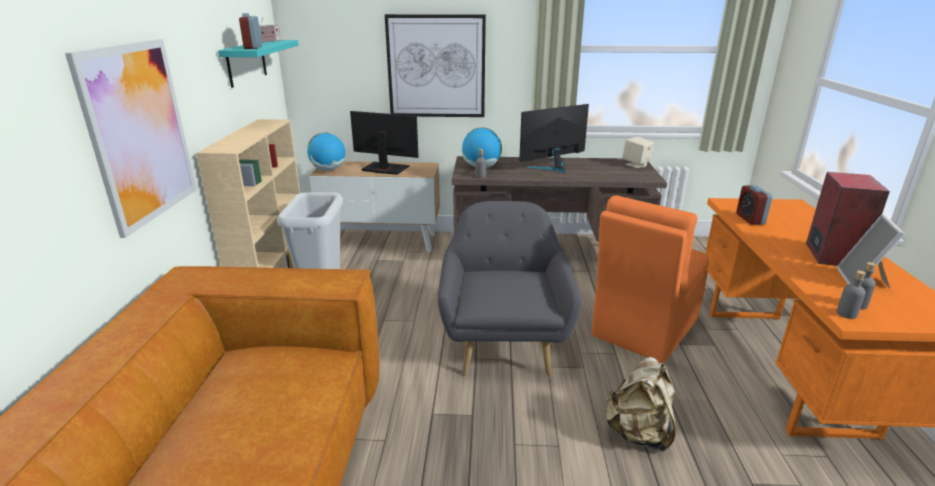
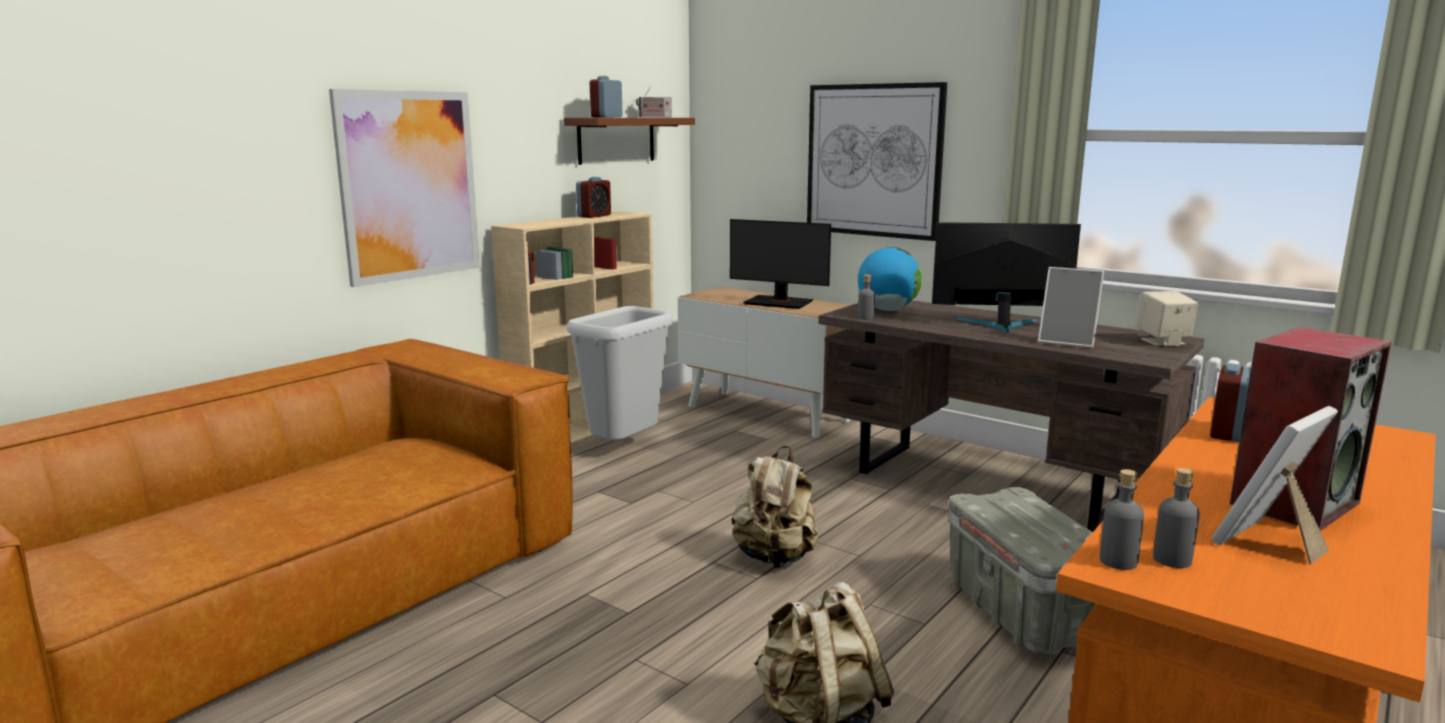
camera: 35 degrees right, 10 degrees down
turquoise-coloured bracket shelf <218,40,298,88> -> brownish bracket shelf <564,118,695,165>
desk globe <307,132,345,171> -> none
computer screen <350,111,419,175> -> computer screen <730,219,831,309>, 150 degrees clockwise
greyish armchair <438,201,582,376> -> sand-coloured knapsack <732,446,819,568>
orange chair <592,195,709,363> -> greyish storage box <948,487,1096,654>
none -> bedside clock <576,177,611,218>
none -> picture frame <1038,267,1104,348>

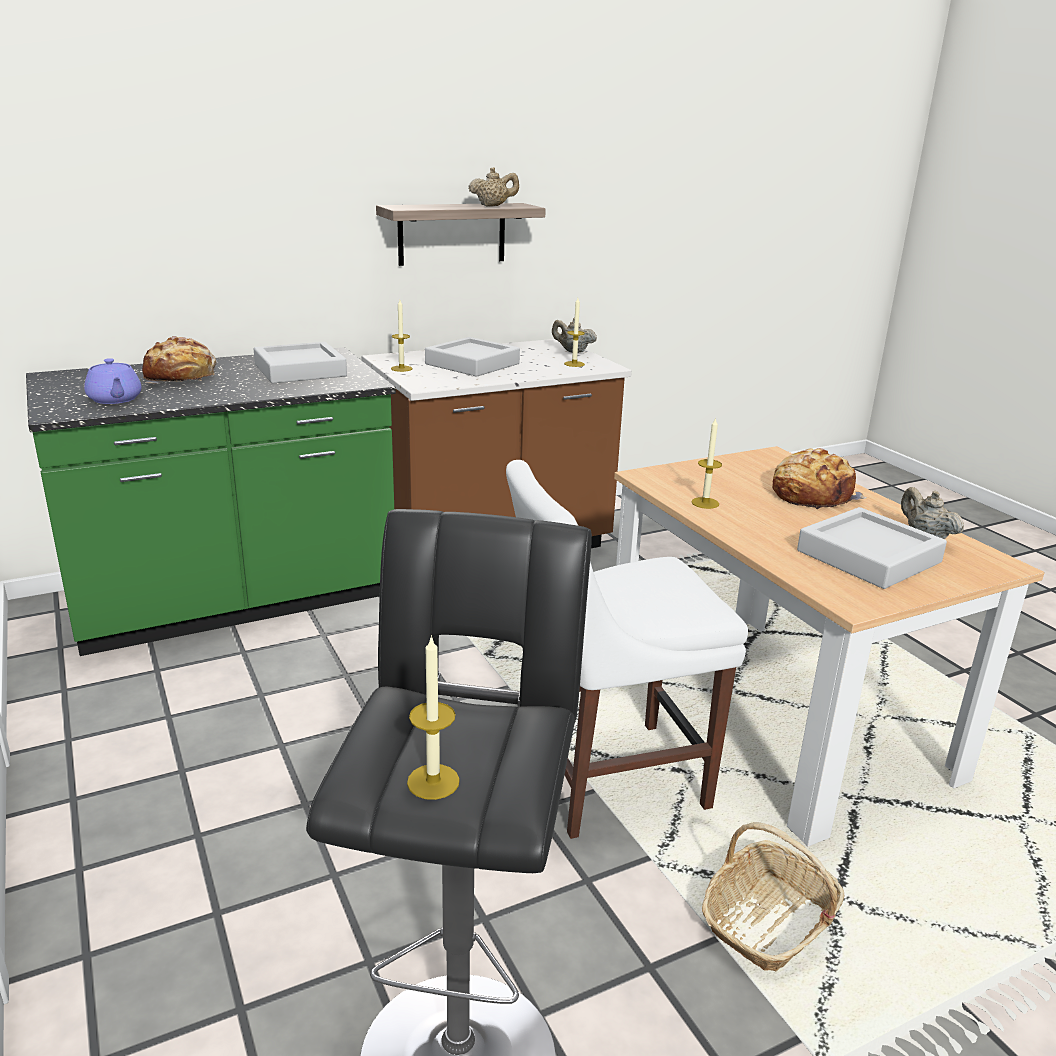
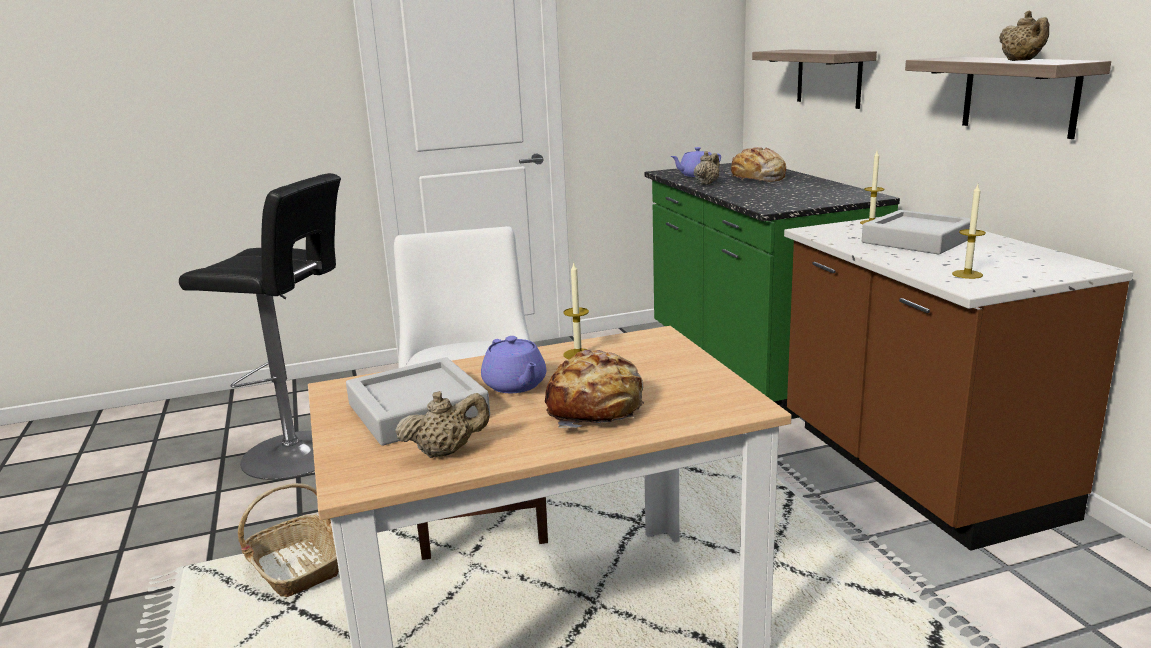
camera: 100 degrees right, 5 degrees down
greyish tray <254,342,347,383> -> none
candle <407,635,460,800> -> none
sand-coloured pot for tea <552,318,597,353> -> sand-coloured pot for tea <694,151,720,185>, shifted
none -> purple pot for tea <481,336,546,393>
none -> bracket shelf <752,49,877,109>

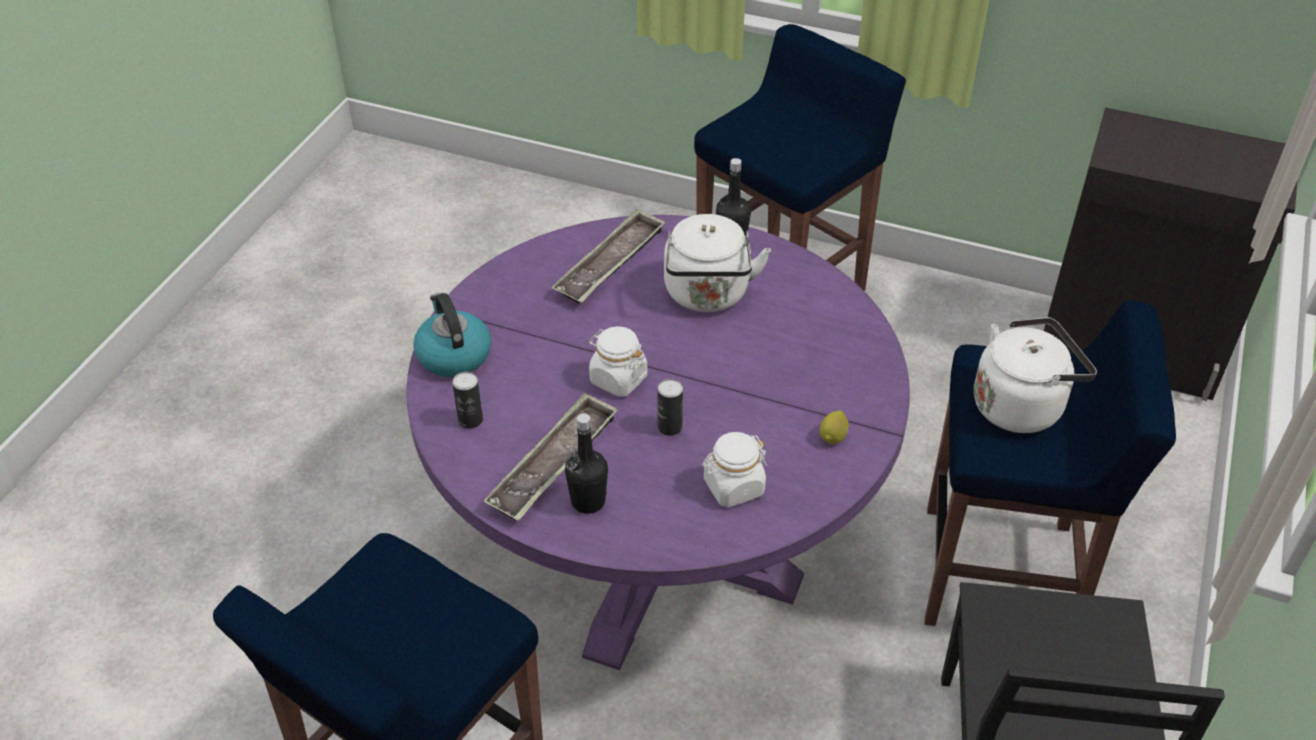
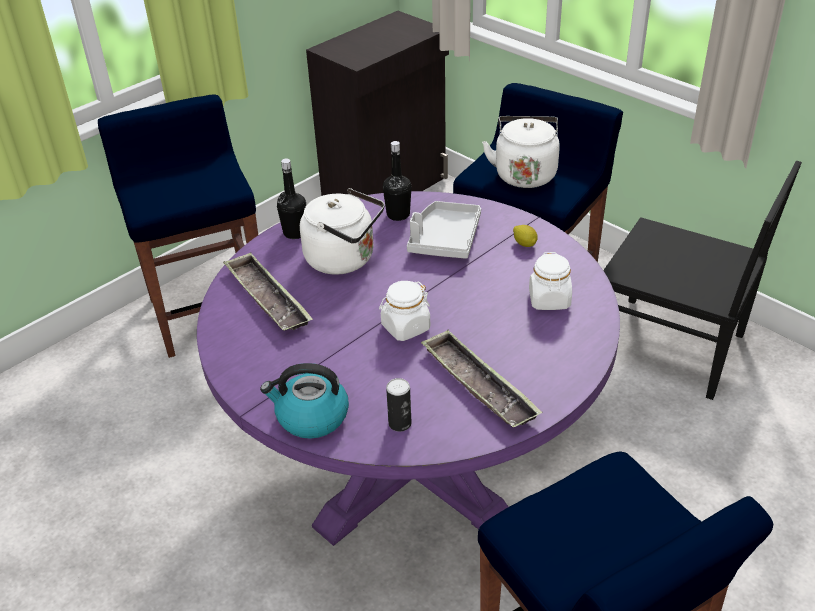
camera: 65 degrees left, 5 degrees down
blackish beverage bottle <565,413,608,514> -> blackish beverage bottle <383,141,412,221>, shifted
metal can <657,379,683,436> -> none
none -> greyish tray <407,201,481,259>

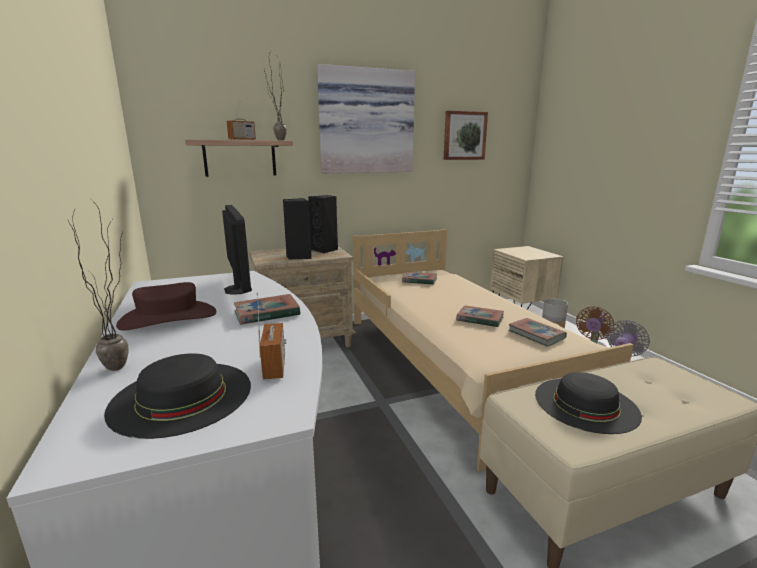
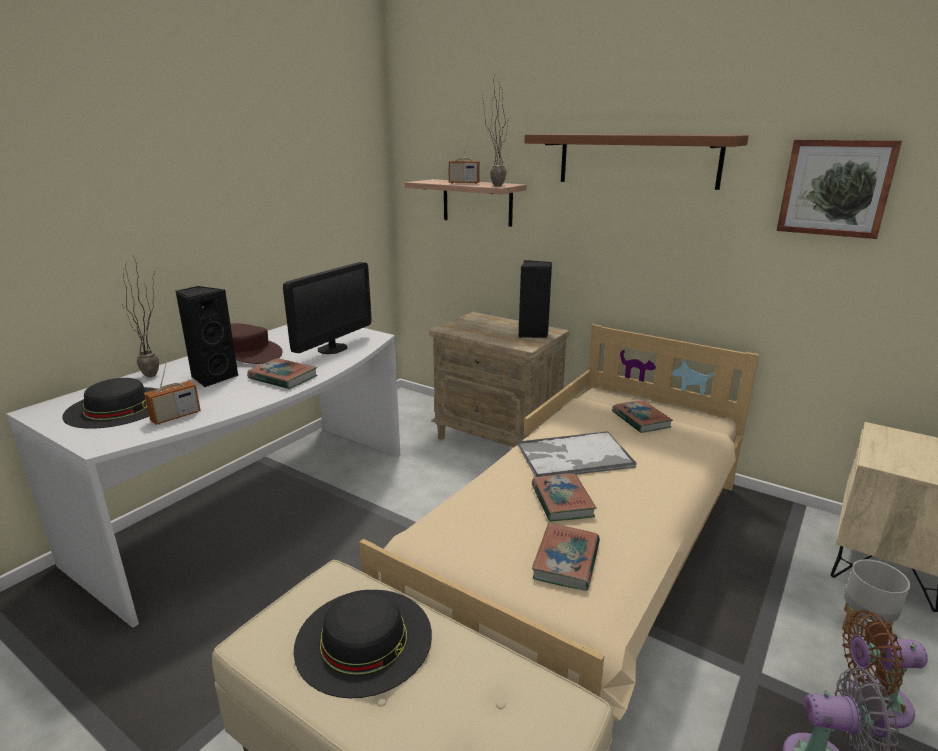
camera: 55 degrees right, 5 degrees up
blackish speaker <283,198,312,259> -> blackish speaker <175,286,238,388>, shifted
picture <317,64,415,173> -> brownish bracket shelf <524,134,749,190>
none -> tray <517,431,637,477>

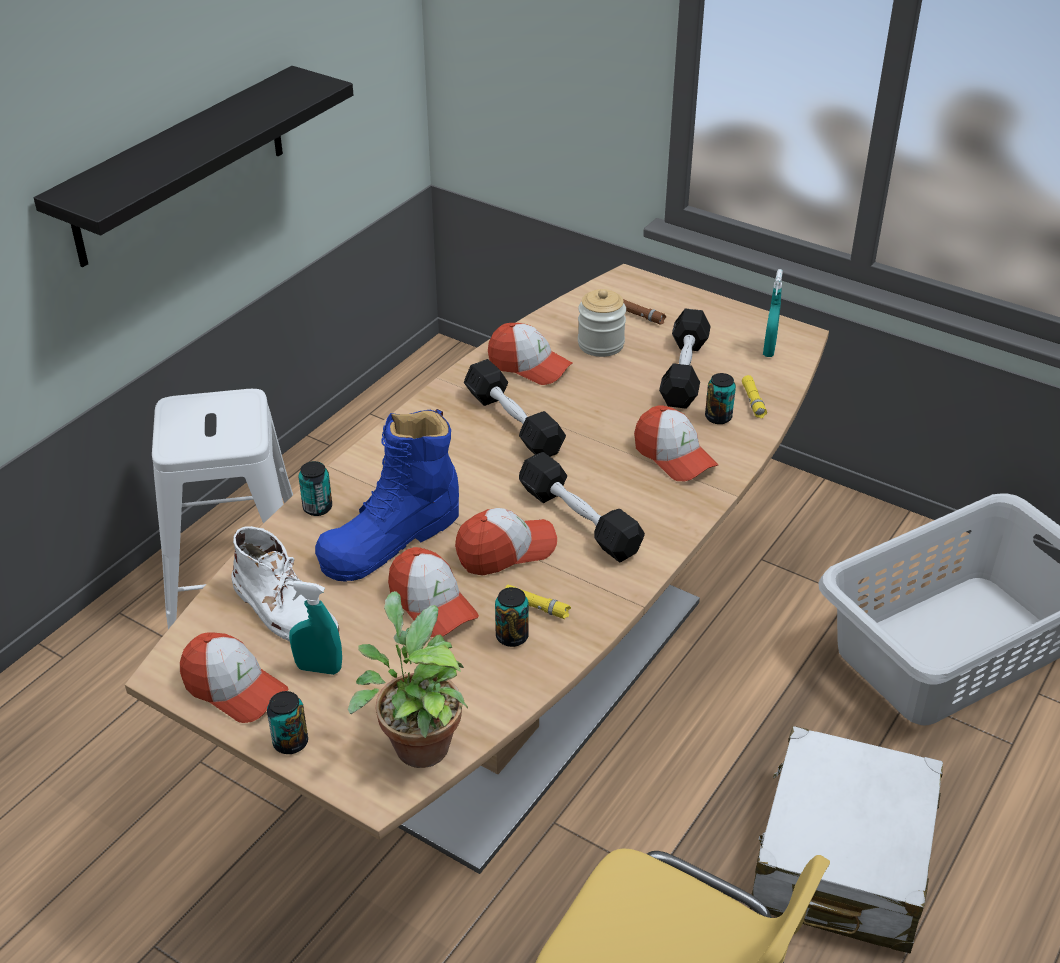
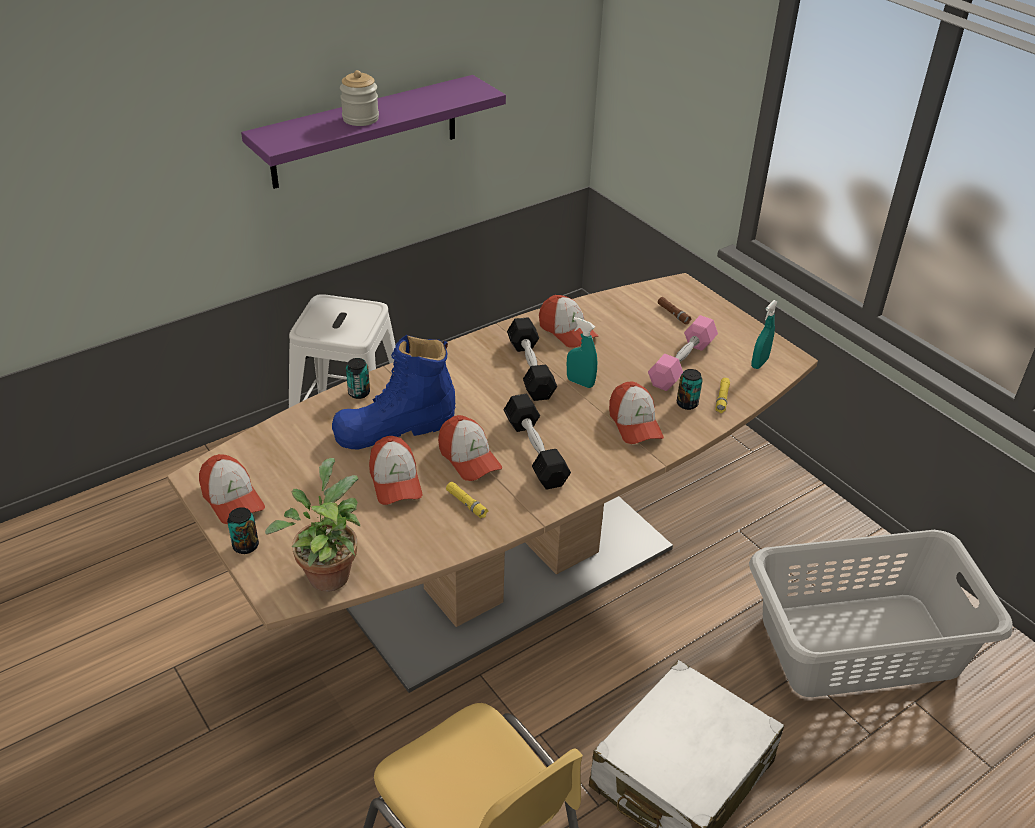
camera: 20 degrees right, 0 degrees up
blackish bracket shelf <34,66,353,267> -> purple bracket shelf <241,75,506,189>
white tall boot <231,526,339,642> -> none
turquoise-coloured hand sprayer <287,581,342,675> -> turquoise-coloured hand sprayer <567,317,597,388>, shifted
peaked cap <455,508,557,576> -> peaked cap <438,415,502,481>, 60 degrees clockwise
metal can <495,587,529,647> -> none
storage jar <578,289,626,357> -> storage jar <340,70,379,126>, shifted
blackish free weight <659,309,711,409> -> pink free weight <648,315,718,391>

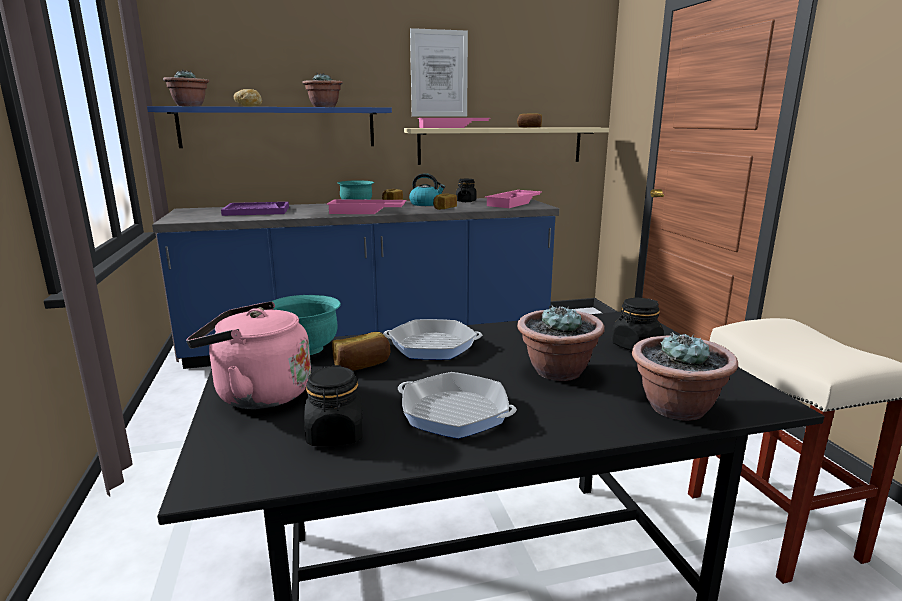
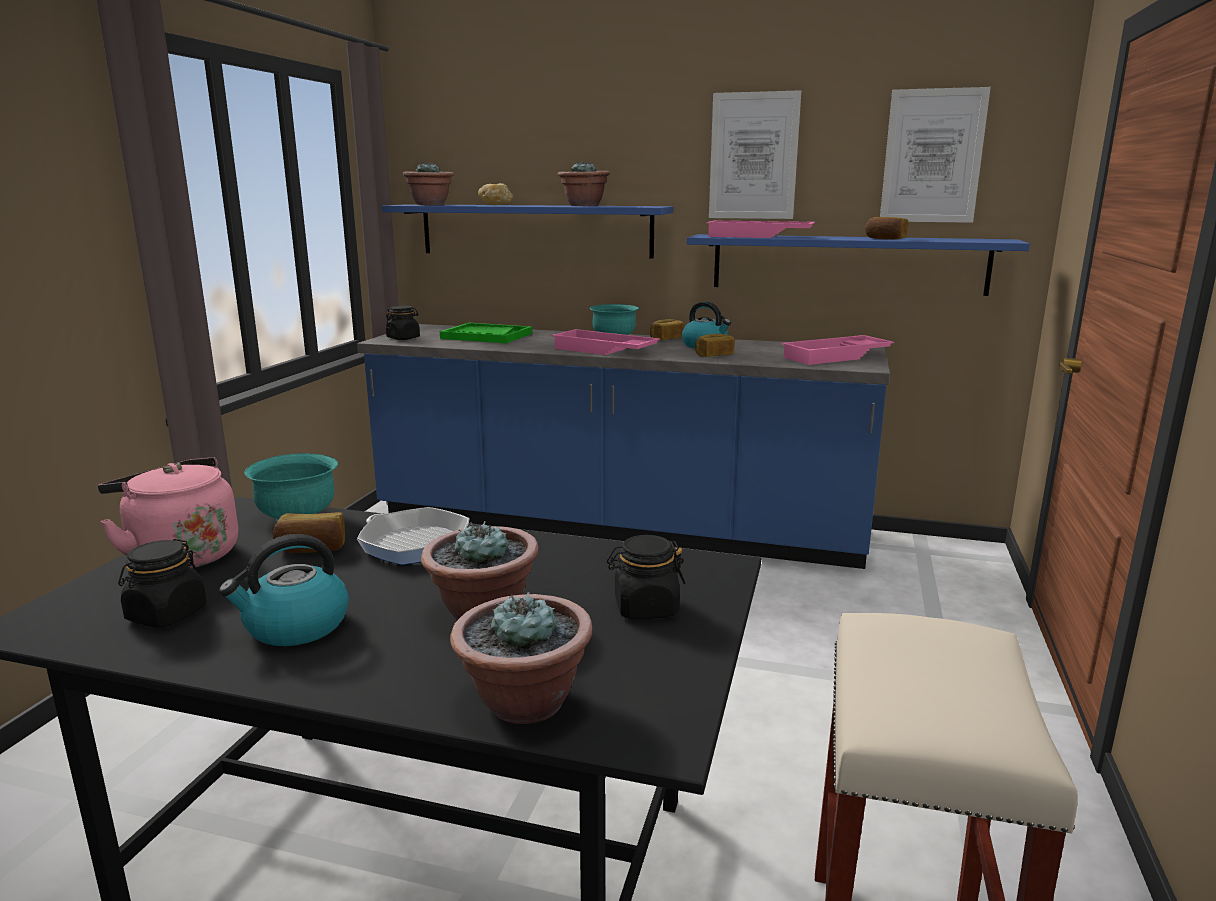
camera: 30 degrees right, 0 degrees up
purple tray <221,202,289,216> -> green tray <440,323,532,343>
skillet <398,372,517,439> -> tea kettle <219,534,349,646>
sand-coloured bracket shelf <404,127,609,165> -> blue-coloured bracket shelf <687,234,1030,296>
blackish storage jar <456,179,477,202> -> blackish storage jar <386,306,420,340>, shifted
none -> picture <880,87,991,223>

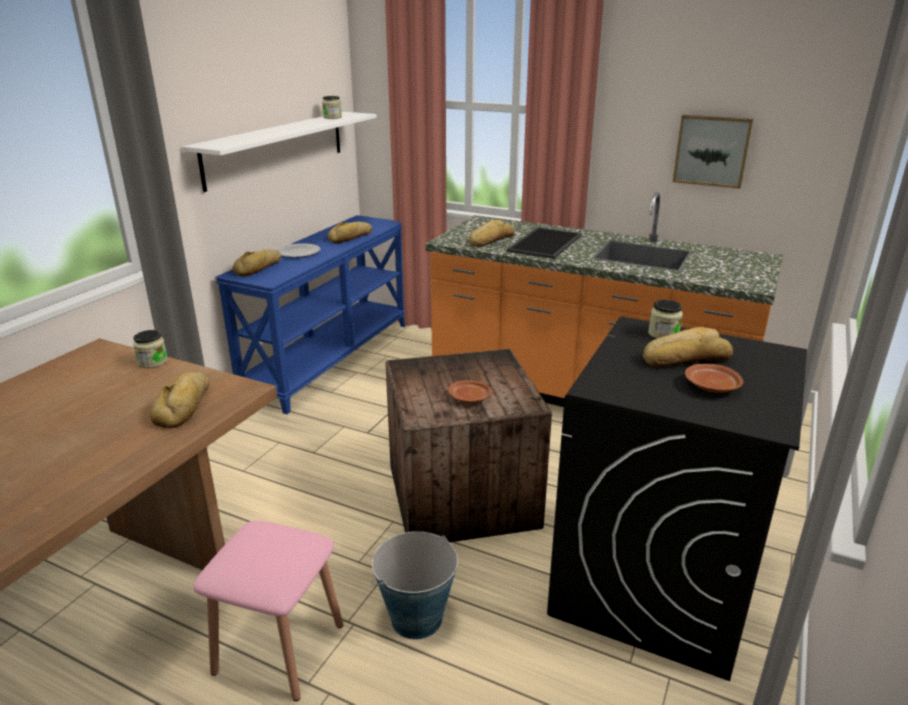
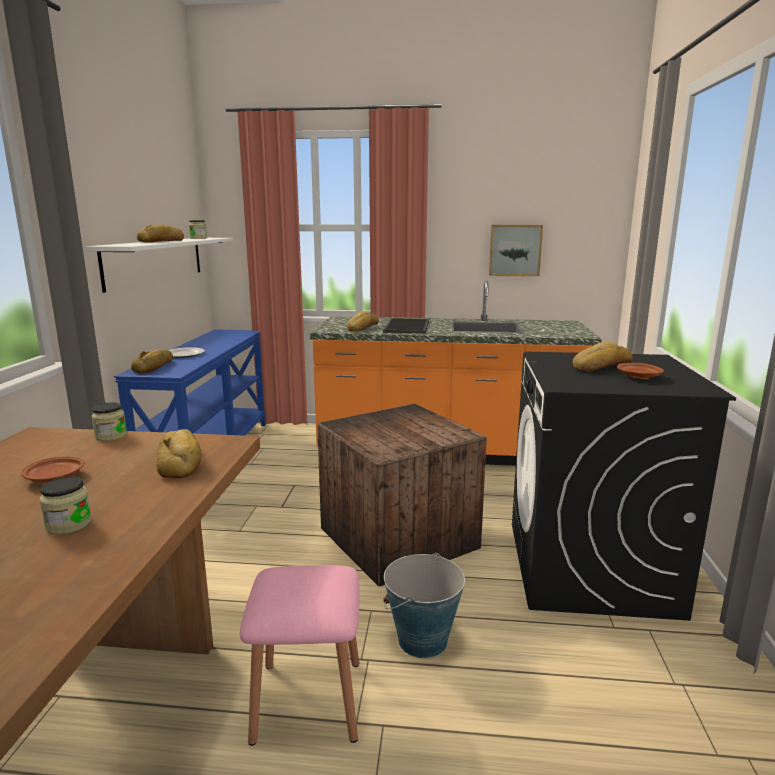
camera: 20 degrees left, 10 degrees down
bakery bread <327,222,372,243> -> bakery bread <137,225,184,243>, shifted
brownish flat dish <448,380,491,403> -> brownish flat dish <21,457,84,483>, shifted
storage jar <648,300,683,339> -> storage jar <40,477,92,535>, shifted

